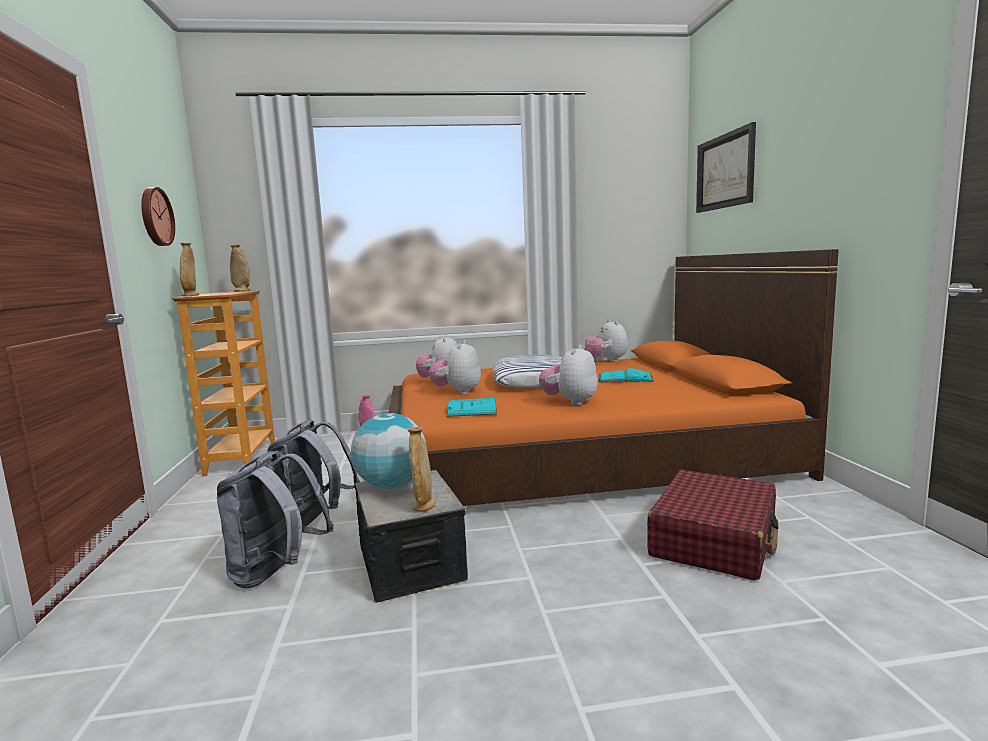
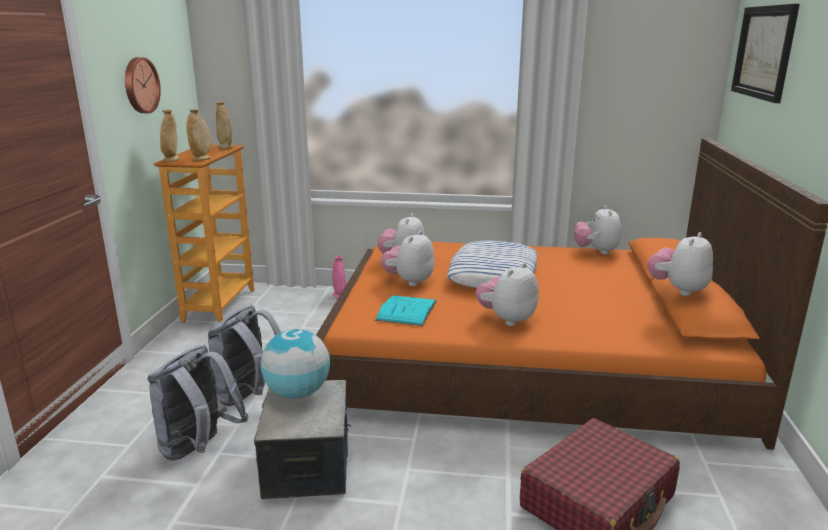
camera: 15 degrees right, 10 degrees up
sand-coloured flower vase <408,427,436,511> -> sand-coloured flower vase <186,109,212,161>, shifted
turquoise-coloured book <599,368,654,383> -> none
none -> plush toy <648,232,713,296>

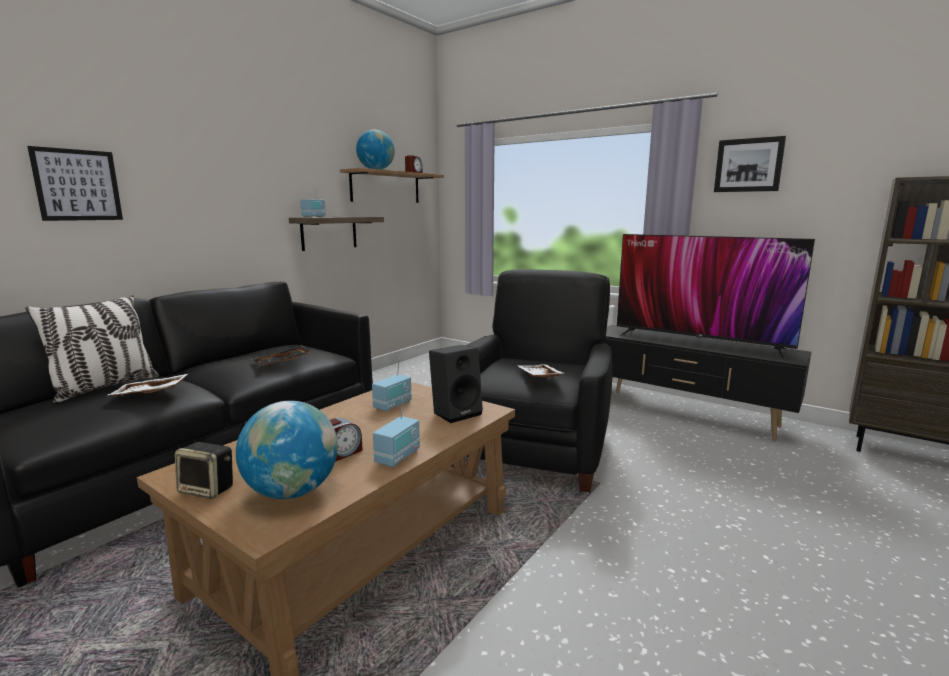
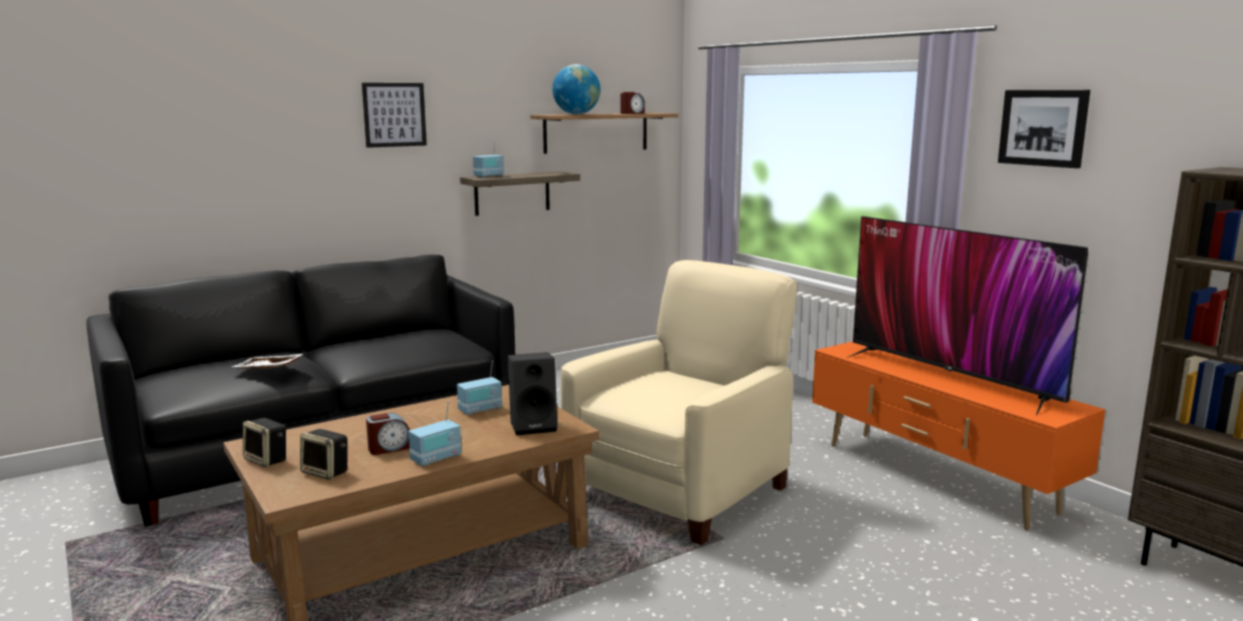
camera: 20 degrees right, 0 degrees up
throw pillow <25,295,159,404> -> none
picture <27,146,123,221> -> picture <362,83,427,148>, shifted
desk globe <236,401,338,499> -> speaker <300,429,347,480>
blackish tray <252,345,311,366> -> none
blackish armchair <451,269,612,492> -> sand-coloured armchair <561,260,797,545>
white tray <517,364,563,378> -> none
blackish media console <604,325,811,441> -> orange media console <812,341,1105,531>

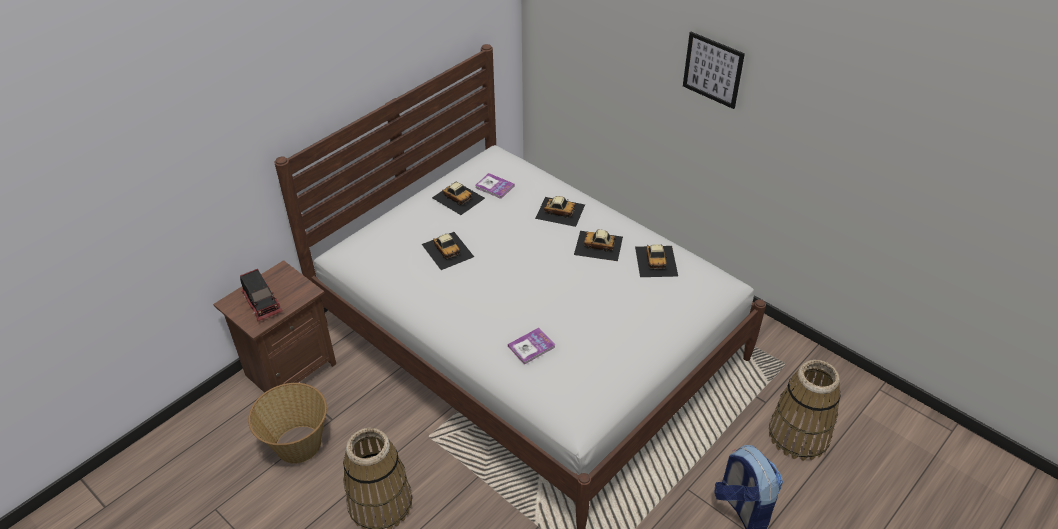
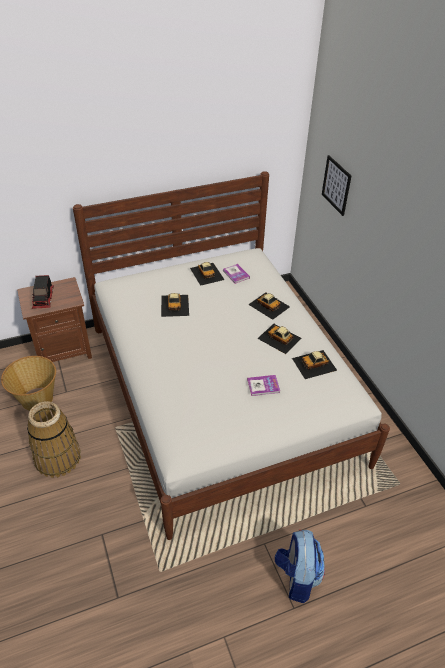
camera: 25 degrees right, 0 degrees up
book <508,328,555,365> -> book <247,375,280,396>, shifted
miniature car <635,244,678,277> -> miniature car <292,350,337,379>, 45 degrees clockwise
picture <683,32,745,109> -> picture <322,155,351,216>, shifted
basket <769,360,841,461> -> none

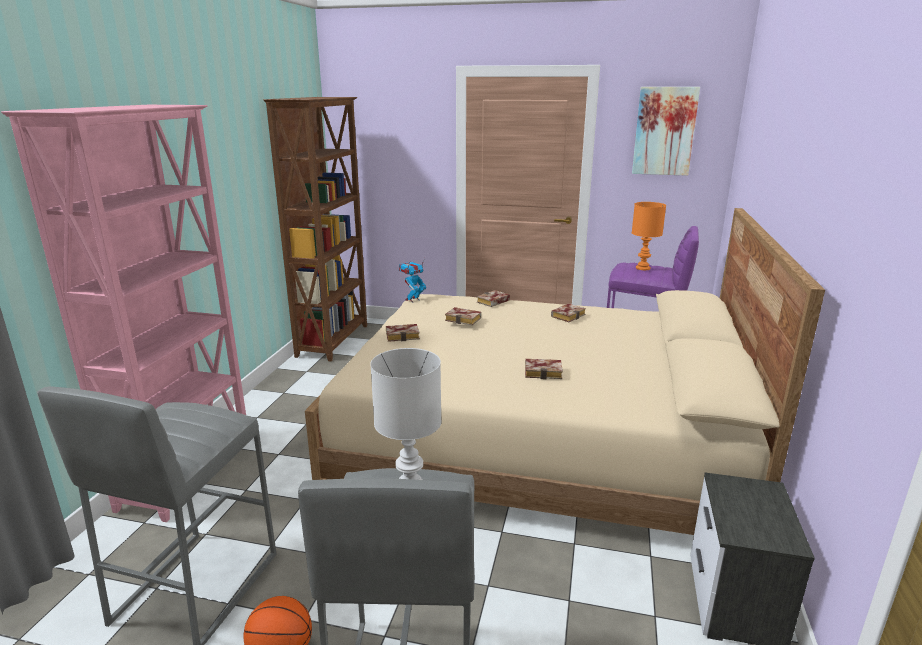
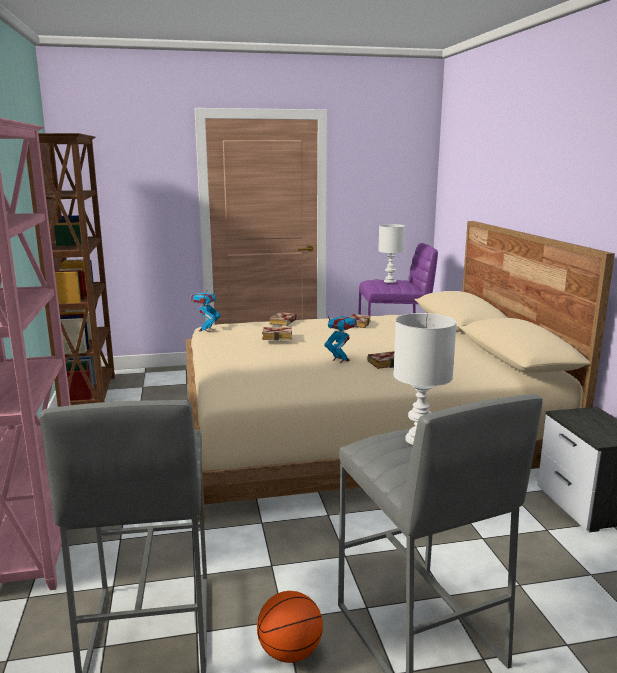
camera: 25 degrees left, 5 degrees down
book <386,324,420,342> -> none
picture <632,87,700,176> -> none
orange tabletop lamp <632,202,666,270> -> white tabletop lamp <378,224,405,283>
none -> toy robot <325,311,357,363>

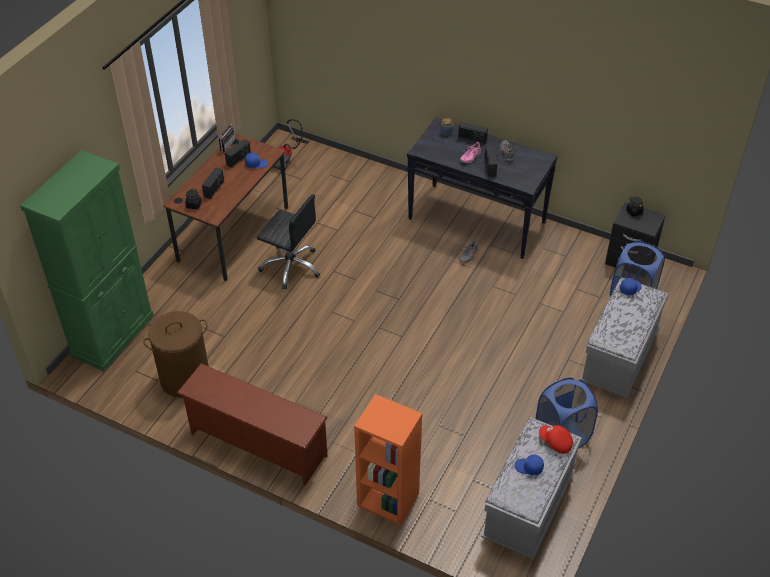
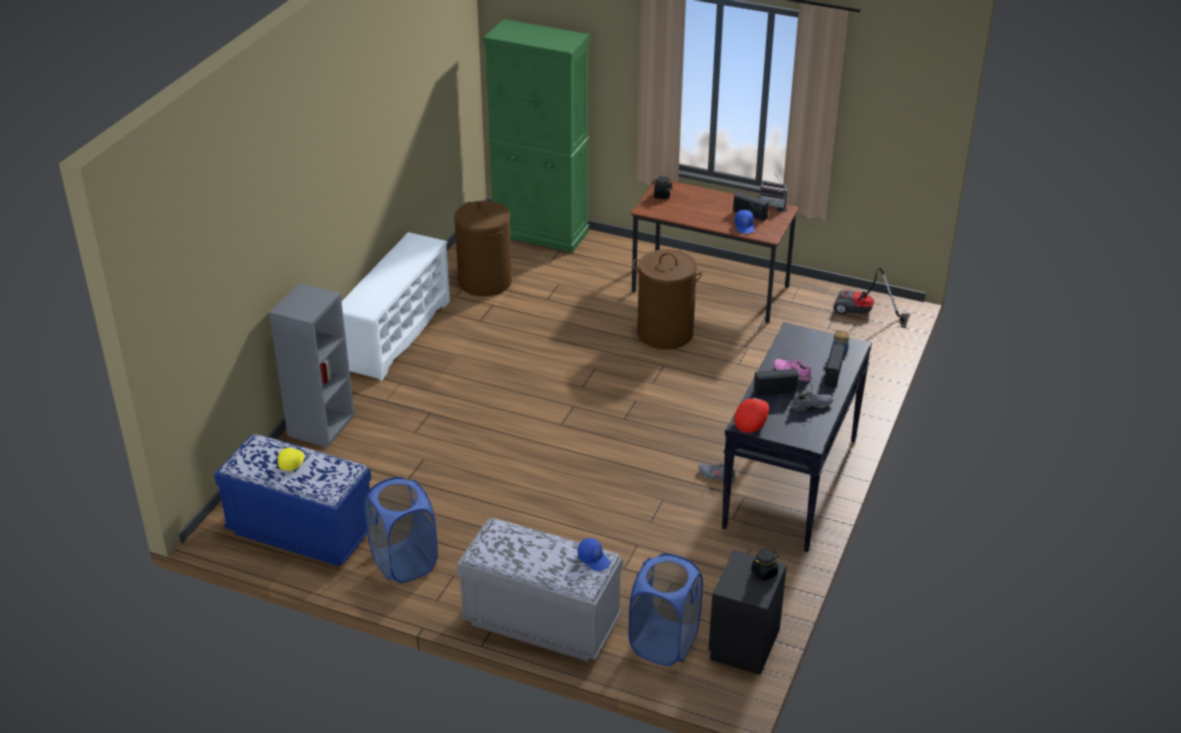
camera: 85 degrees right, 10 degrees down
brownish shoe rack <177,363,328,485> -> white shoe rack <342,232,450,381>
radio receiver <202,167,224,199> -> none
blackish computer chair <257,194,320,289> -> brownish hamper <633,249,702,350>
orange bookcase <354,394,422,526> -> greyish bookcase <269,283,355,448>
greyish long seat <481,417,582,559> -> blue-coloured long seat <214,434,371,566>
blue-coloured peaked cap <514,455,544,475> -> yellow-coloured peaked cap <278,448,305,471>
red peaked cap <539,425,573,454> -> red peaked cap <734,398,769,433>, shifted

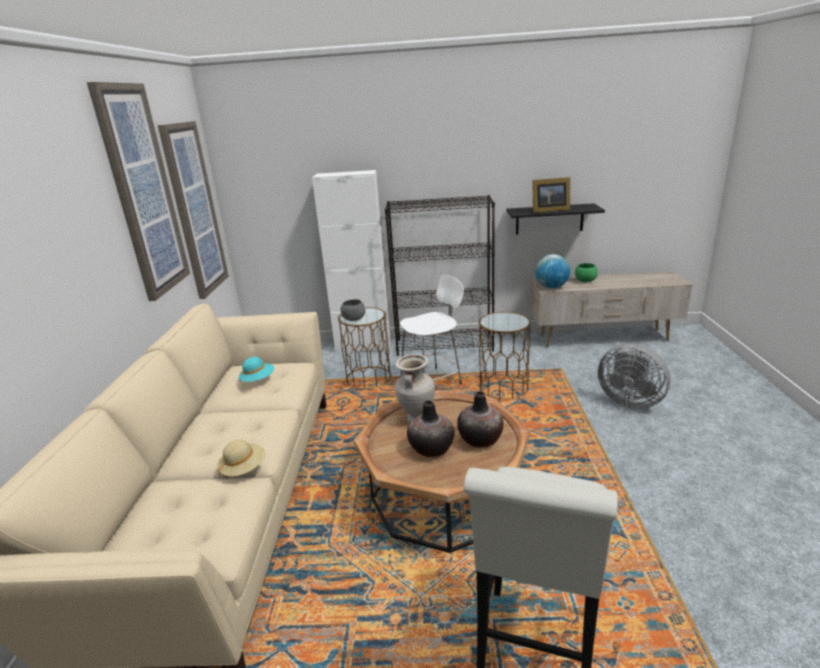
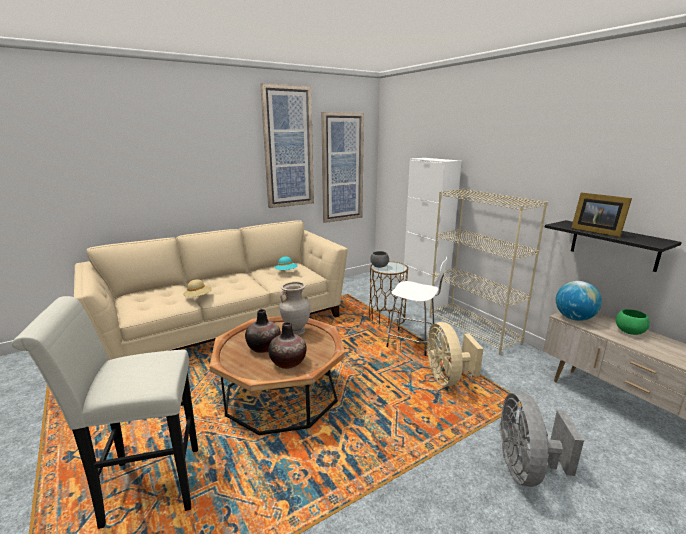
camera: 55 degrees right, 5 degrees down
blackish bookcase <385,195,495,356> -> sand-coloured bookcase <430,189,548,355>
brownish accent table <479,312,531,400> -> sand-coloured electric fan <427,322,484,386>

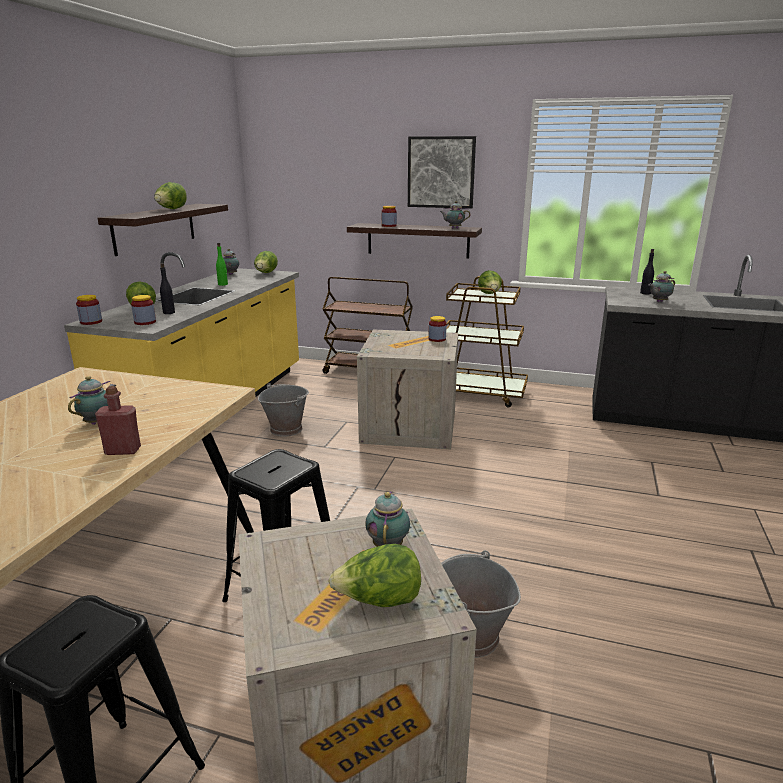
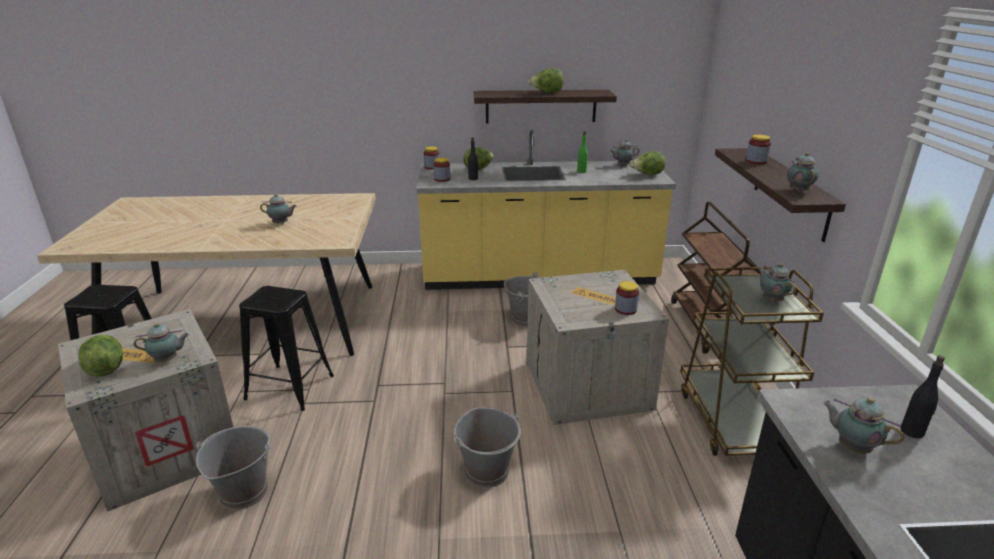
camera: 70 degrees right, 5 degrees up
red beverage bottle <95,386,141,455> -> none
picture <408,136,476,209> -> none
head of lettuce <478,270,502,294> -> pot for tea <759,263,796,302>
none -> greyish bucket <454,408,521,488>

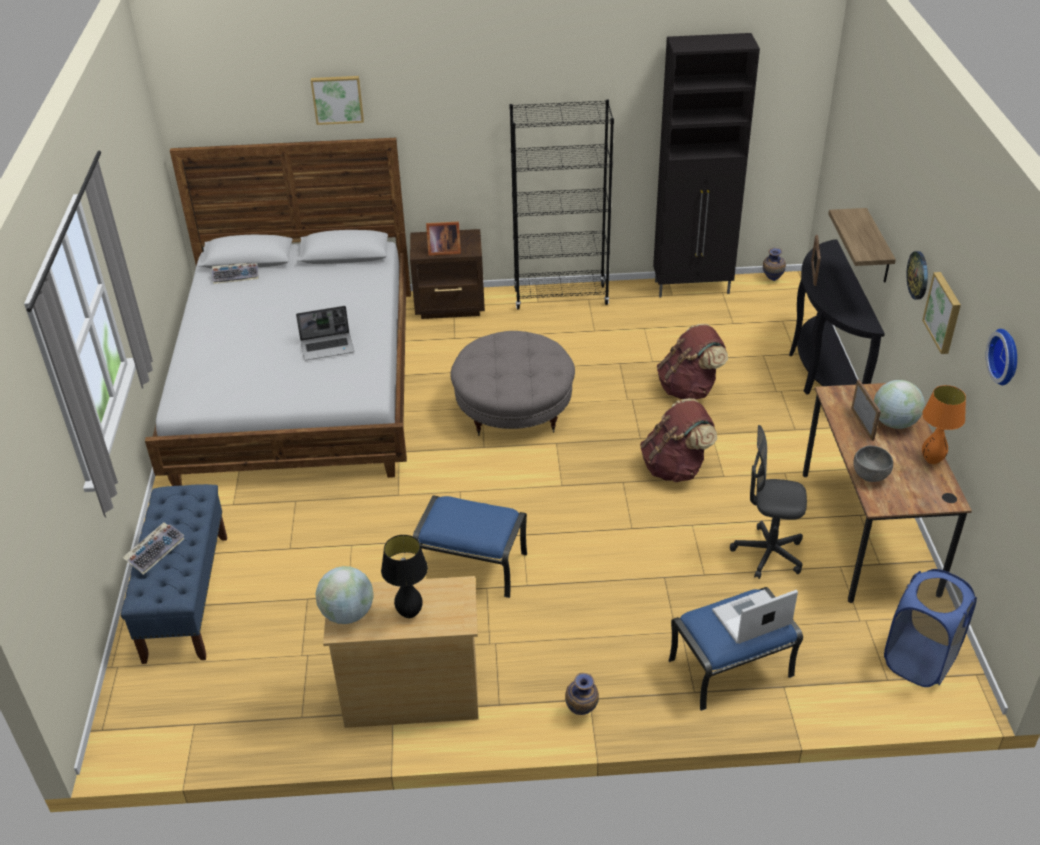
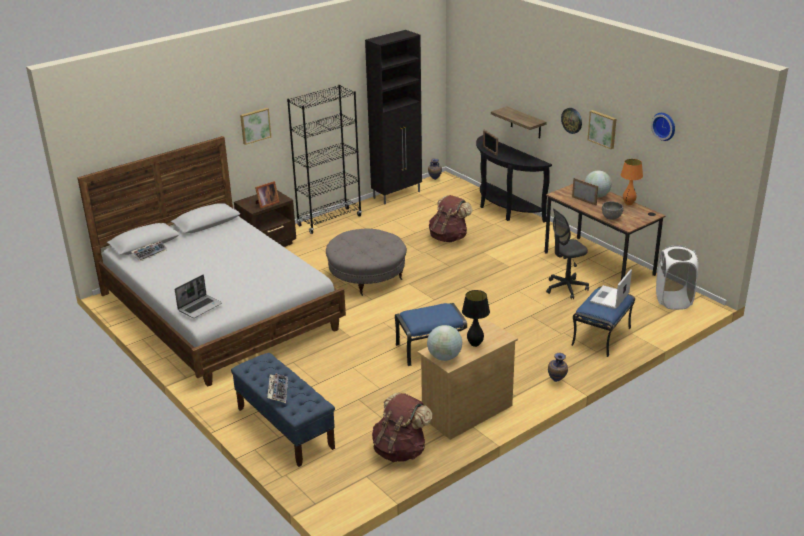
camera: 35 degrees left, 10 degrees down
notebook computer <296,306,354,360> -> notebook computer <175,275,222,318>, shifted
picture <311,76,364,125> -> picture <240,108,271,145>, shifted
brownish knapsack <640,399,717,482> -> brownish knapsack <372,392,432,462>, shifted
blue-coloured hamper <884,569,977,687> -> white hamper <656,245,698,310>

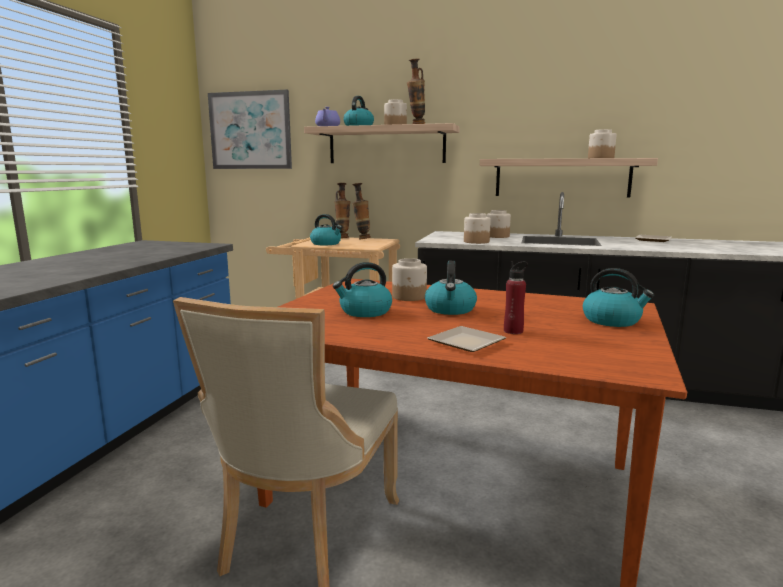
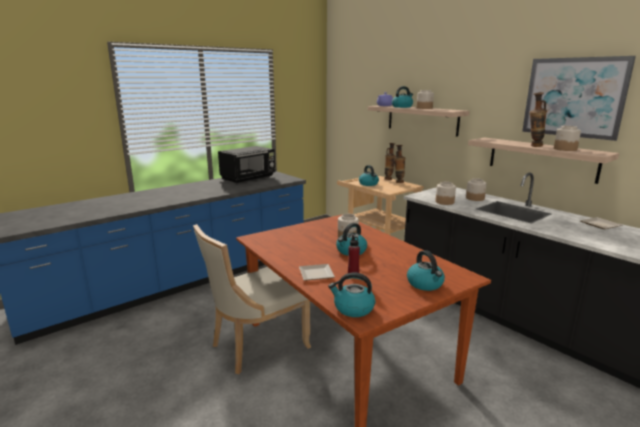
camera: 35 degrees right, 5 degrees up
picture <208,90,292,169> -> picture <522,56,636,141>, shifted
tea kettle <333,262,392,317> -> tea kettle <328,272,375,317>, shifted
flower vase <407,59,425,124> -> flower vase <529,92,547,147>, shifted
none -> blackish kitchen microwave <218,146,275,183>

